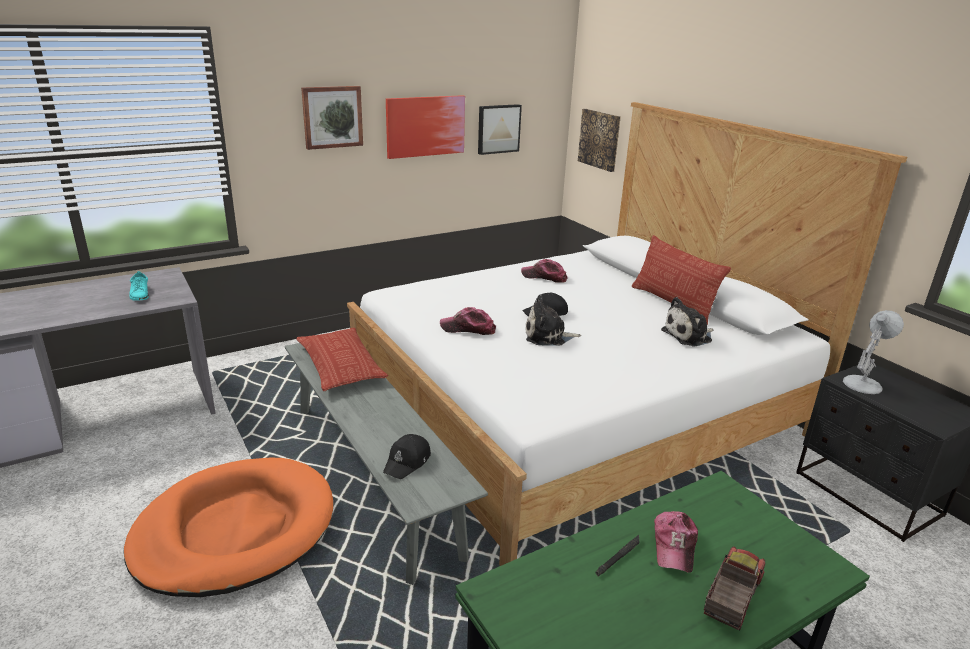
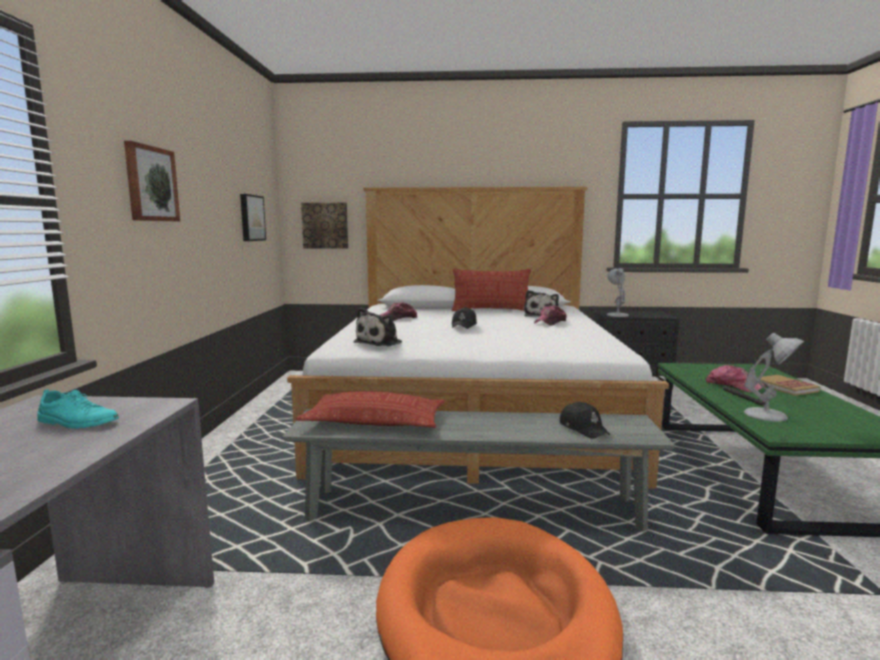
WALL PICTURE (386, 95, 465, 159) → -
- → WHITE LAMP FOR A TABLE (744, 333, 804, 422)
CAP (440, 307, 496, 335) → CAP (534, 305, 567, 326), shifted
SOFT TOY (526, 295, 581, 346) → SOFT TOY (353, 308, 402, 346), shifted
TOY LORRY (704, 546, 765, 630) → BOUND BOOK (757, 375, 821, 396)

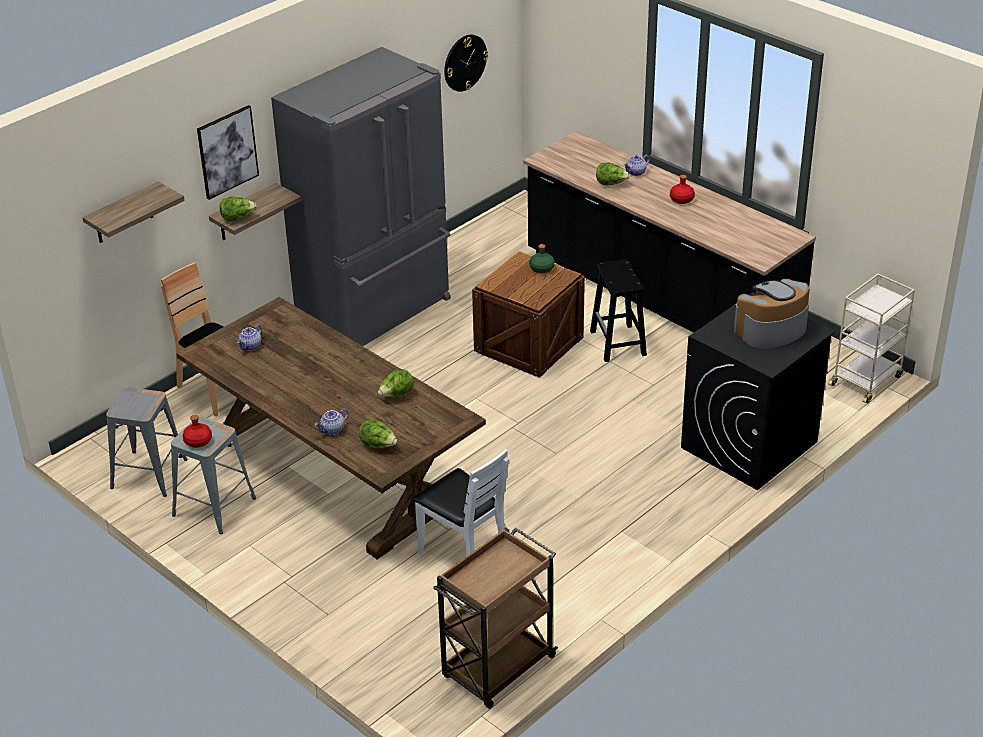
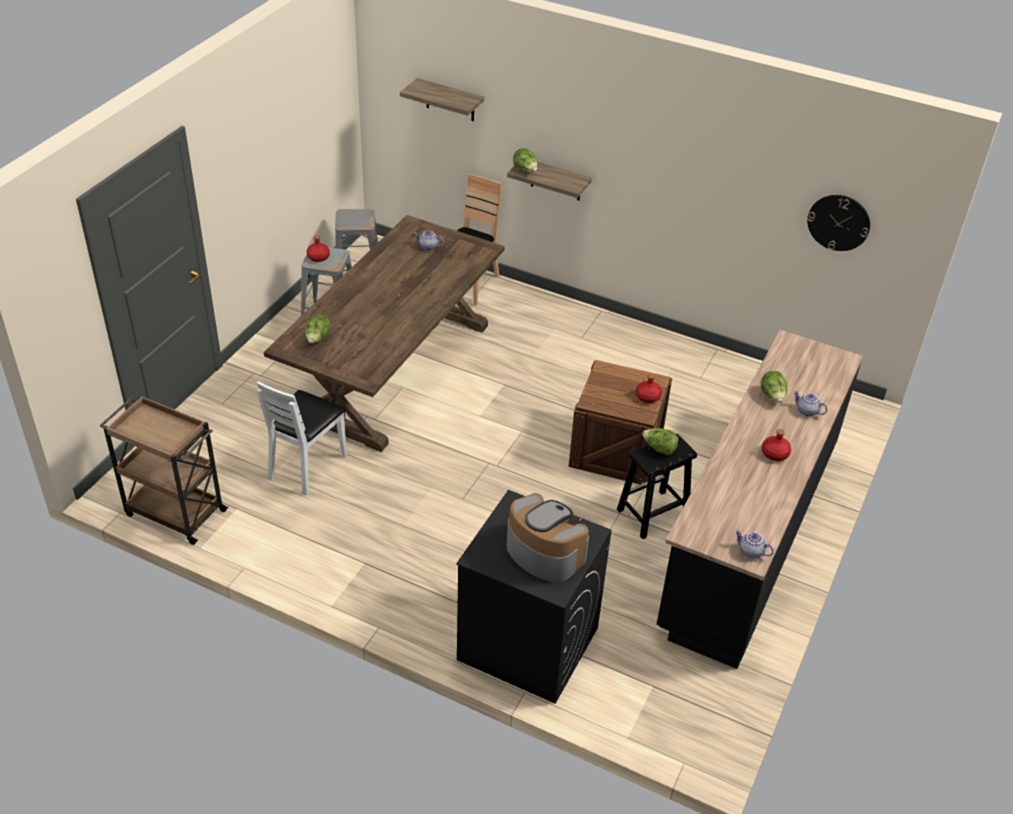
WALL PICTURE (197, 105, 259, 200) → -
GRAY KITCHEN FRIDGE (271, 47, 451, 346) → -
BEIGE TROLLEY (828, 274, 915, 403) → -
TEAPOT (315, 408, 348, 435) → TEAPOT (735, 530, 774, 559), shifted
HEAD OF LETTUCE (378, 369, 414, 397) → HEAD OF LETTUCE (642, 428, 678, 455), shifted
GREENISH BOTTLE (529, 244, 555, 273) → RED-COLOURED BOTTLE (636, 374, 662, 403)

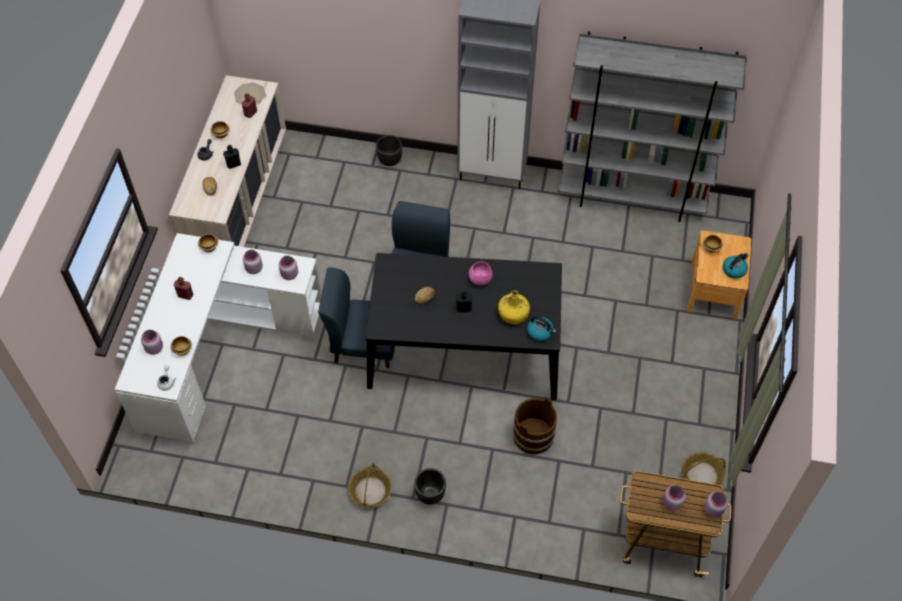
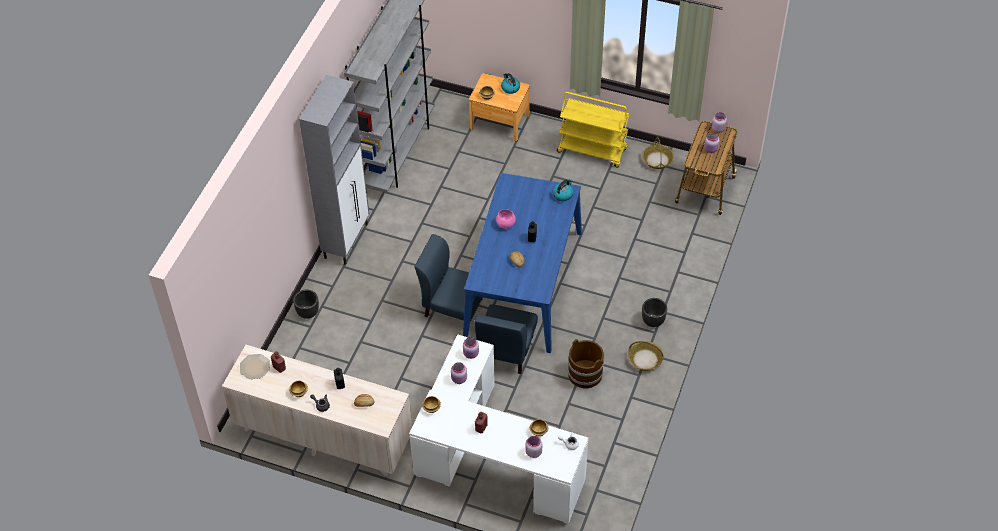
YELLOWISH BOTTLE (498, 290, 530, 324) → -
- → YELLOWISH TROLLEY (557, 92, 629, 167)
BROWNISH BUCKET (513, 398, 557, 454) → BROWNISH BUCKET (568, 339, 604, 388), shifted
BLACK-COLOURED DINNER TABLE (365, 253, 562, 400) → BLUE-COLOURED DINNER TABLE (463, 173, 582, 353)

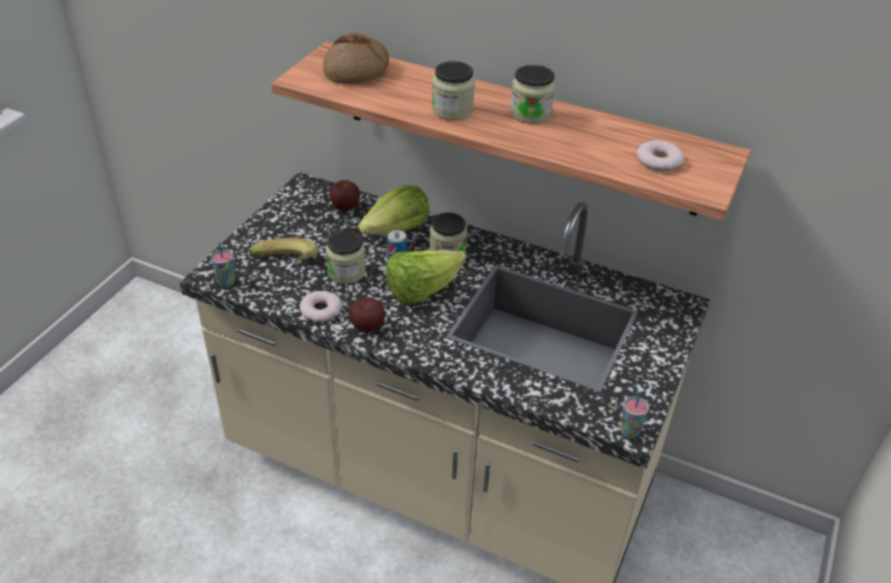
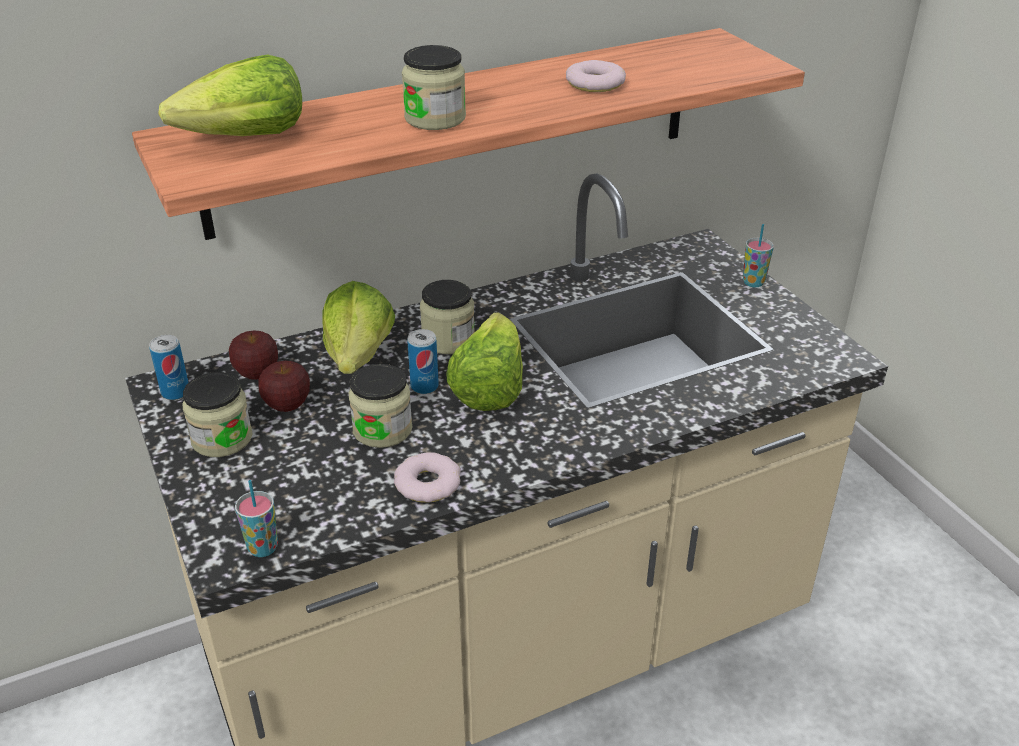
BANANA (248, 238, 318, 262) → -
- → SEALED CAN (149, 335, 189, 400)
APPLE FRUIT (349, 297, 385, 333) → APPLE FRUIT (258, 361, 310, 412), shifted
STORAGE JAR (510, 65, 555, 124) → STORAGE JAR (182, 372, 253, 457), shifted
SMALL CUP (620, 391, 649, 439) → SMALL CUP (743, 224, 774, 287), shifted
DOUGHNUT (637, 140, 685, 171) → DOUGHNUT (566, 60, 626, 92), shifted
BAKERY BREAD (323, 33, 389, 84) → HEAD OF LETTUCE (158, 55, 302, 136)

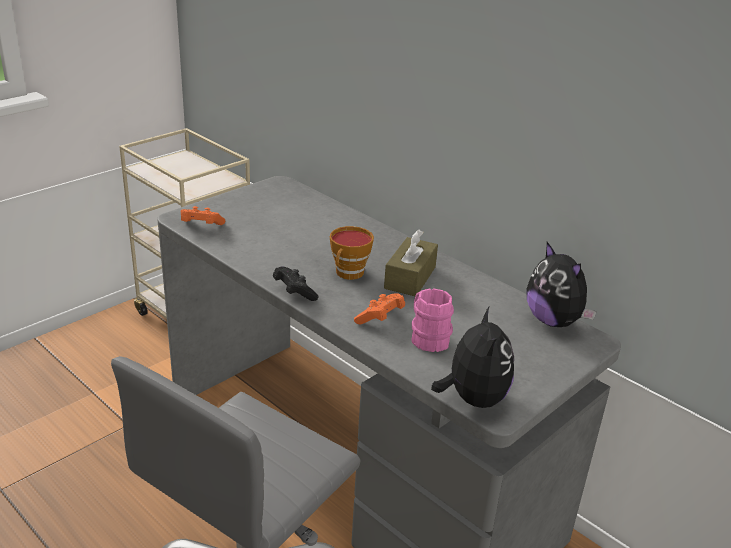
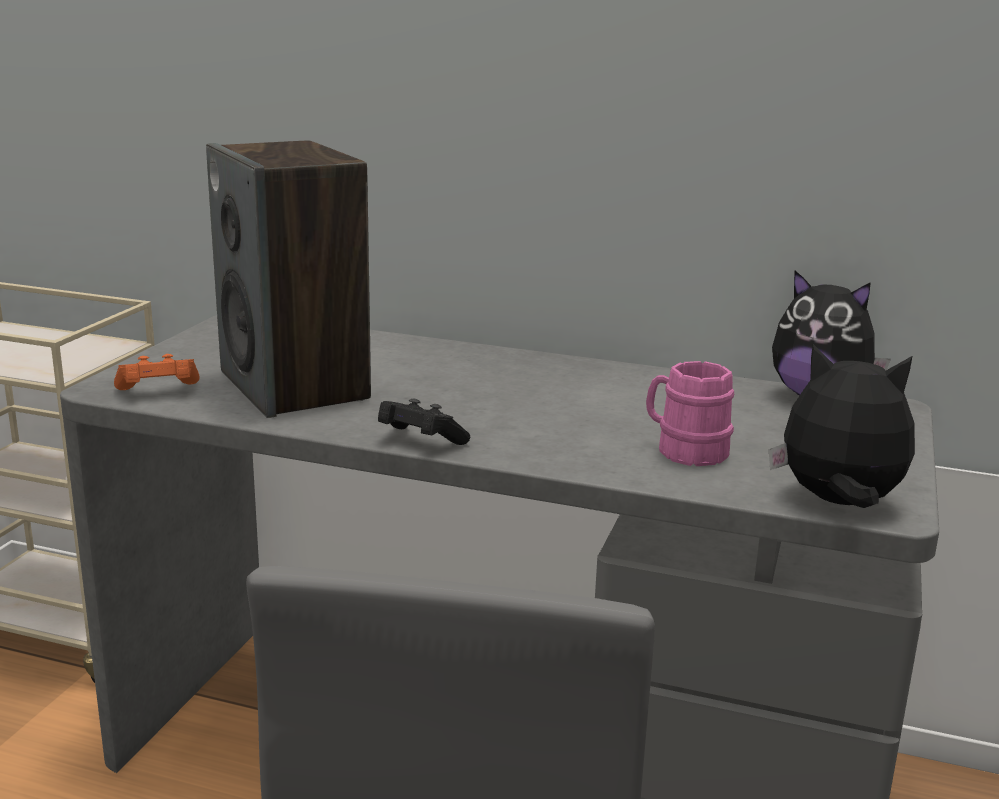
SMALL CUP (330, 226, 374, 280) → -
ORANGEY GAMEPAD (354, 293, 405, 324) → -
BROWNISH BOX OF TISSUES (384, 229, 438, 296) → -
- → LOUDSPEAKER (206, 140, 371, 418)
SOFT TOY (431, 307, 514, 408) → SOFT TOY (769, 344, 915, 508), 45 degrees counterclockwise

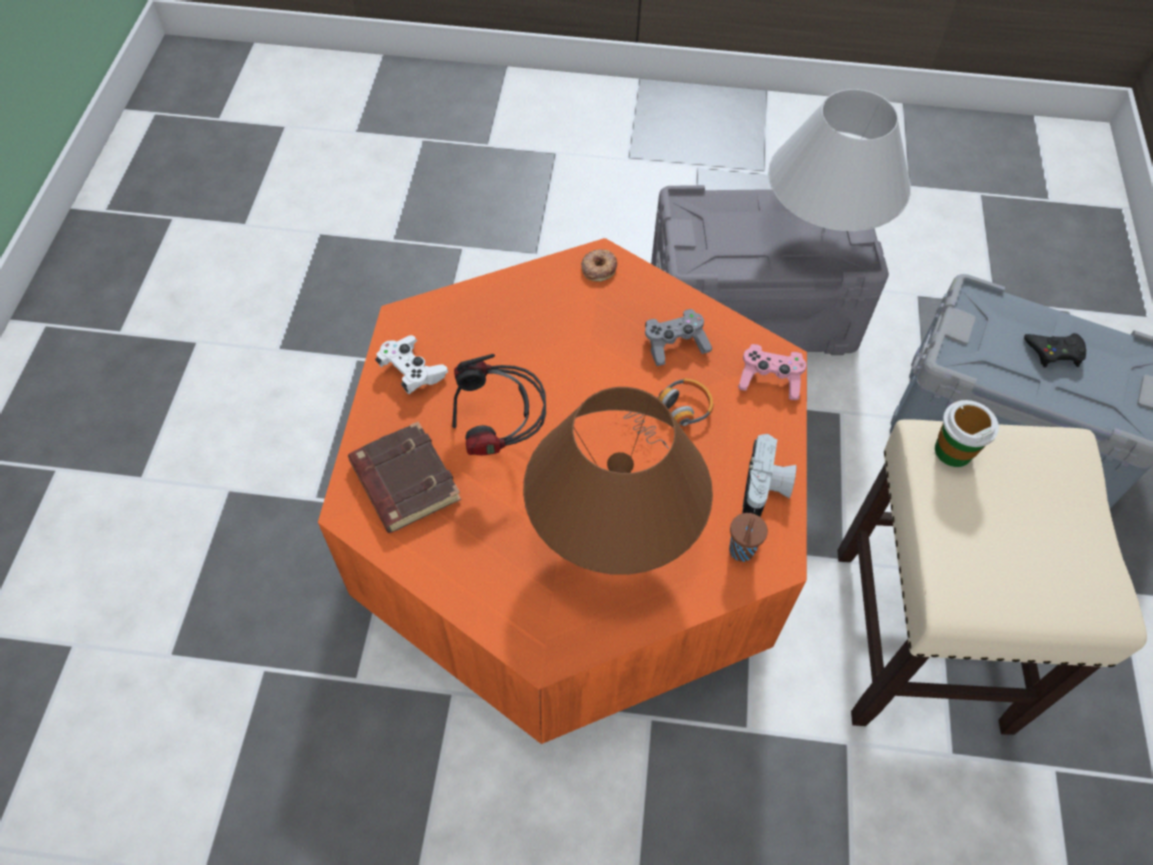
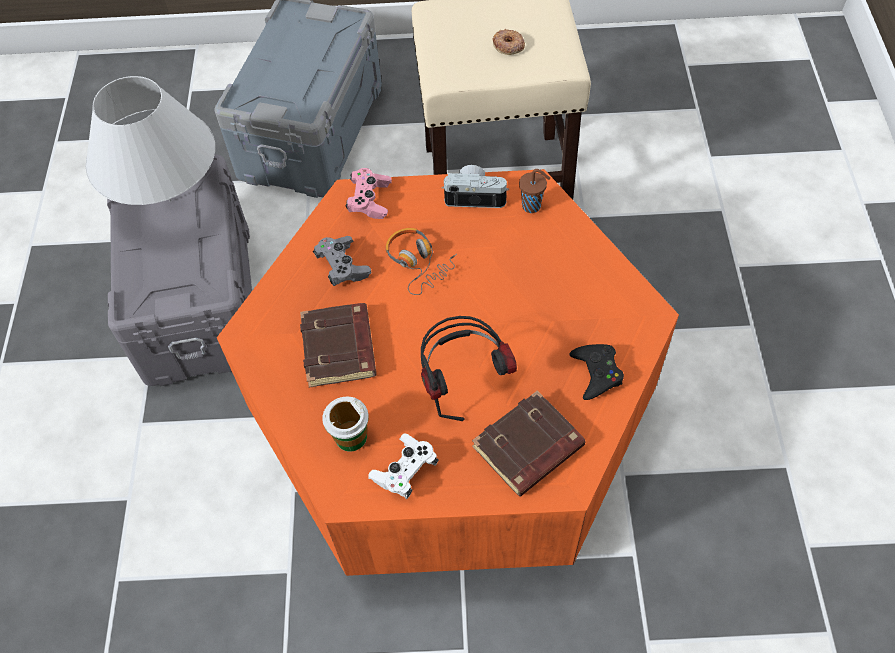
BROWNISH LAMP FOR A TABLE (523, 387, 713, 575) → -
- → BROWNISH BOUND BOOK (300, 303, 377, 388)
DOUGHNUT (581, 249, 617, 282) → DOUGHNUT (493, 29, 525, 55), shifted
SMALL CUP (935, 400, 999, 467) → SMALL CUP (322, 397, 369, 452), shifted
BLACK-COLOURED GAMEPAD (1024, 333, 1086, 368) → BLACK-COLOURED GAMEPAD (569, 344, 624, 400), shifted

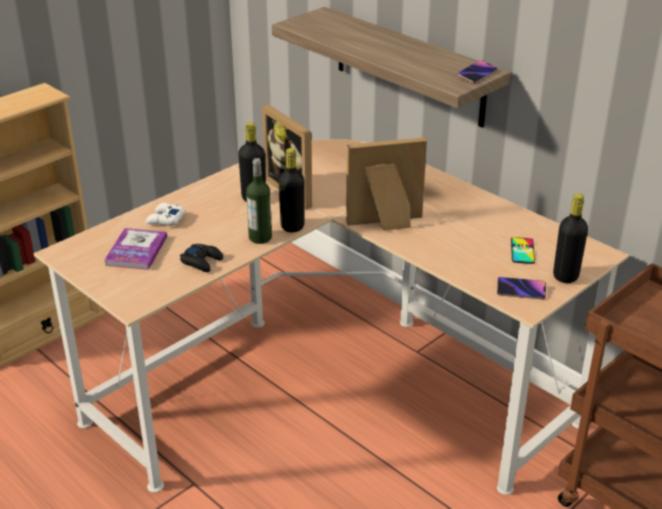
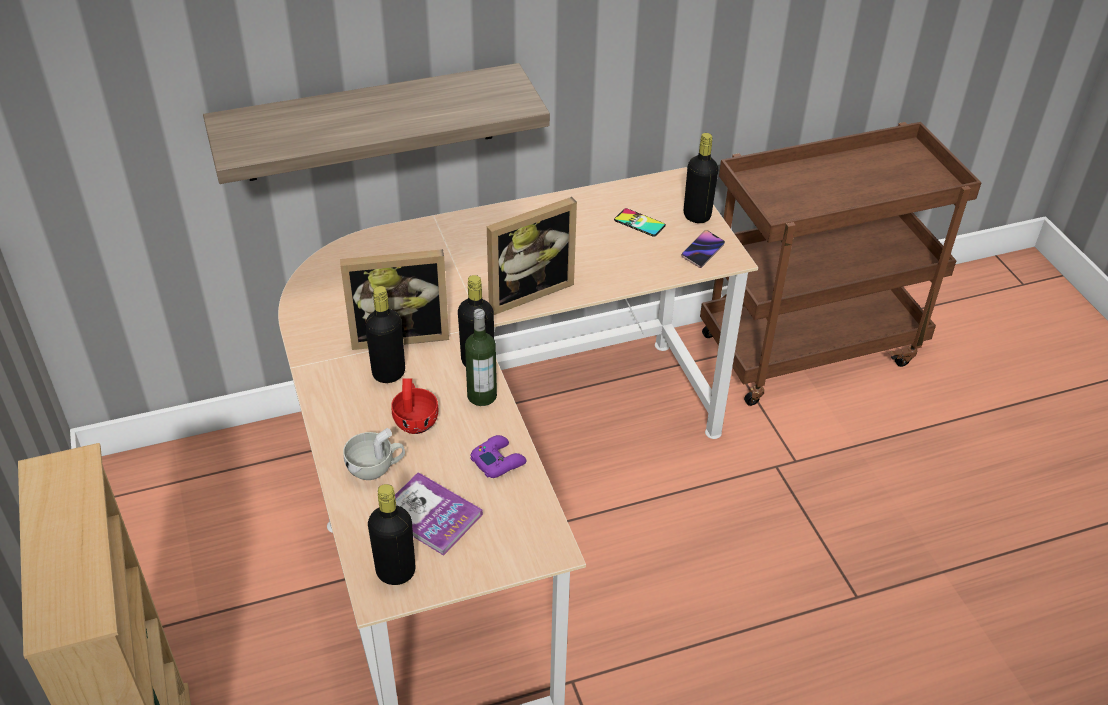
TELEPHONE (458, 60, 498, 84) → -
- → BLACK-COLOURED BOTTLE (368, 484, 415, 585)
- → RED-COLOURED SMALL CUP (391, 378, 439, 434)
WHITE GAMEPAD (146, 203, 185, 226) → WHITE SMALL CUP (343, 428, 405, 480)
BLACK-COLOURED GAMEPAD (180, 244, 223, 272) → PURPLE-COLOURED GAMEPAD (470, 435, 527, 478)
PHOTO FRAME (346, 137, 427, 231) → PHOTO FRAME (487, 197, 577, 315), 135 degrees counterclockwise

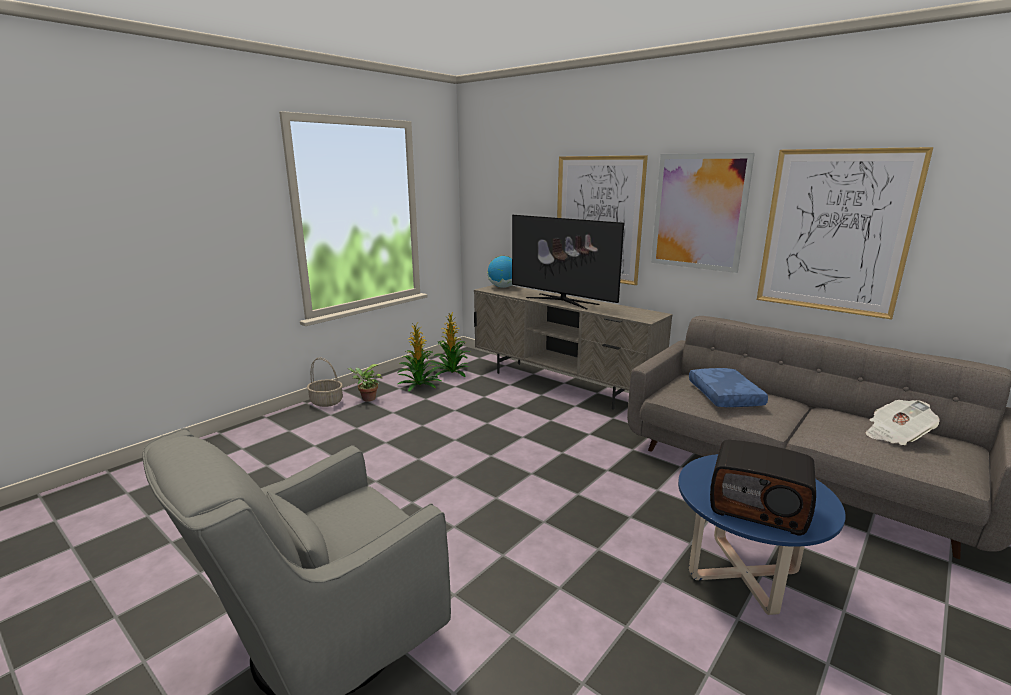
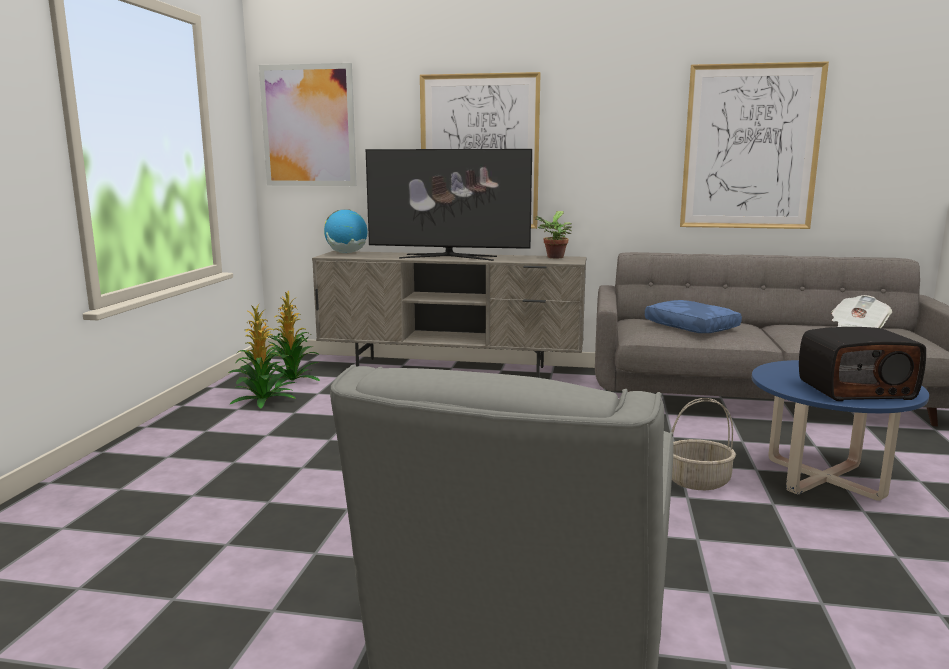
BASKET (307, 357, 343, 407) → BASKET (671, 398, 736, 490), shifted
POTTED PLANT (348, 364, 382, 402) → POTTED PLANT (534, 211, 572, 259), shifted
WALL PICTURE (651, 153, 755, 273) → WALL PICTURE (259, 63, 357, 186), shifted

